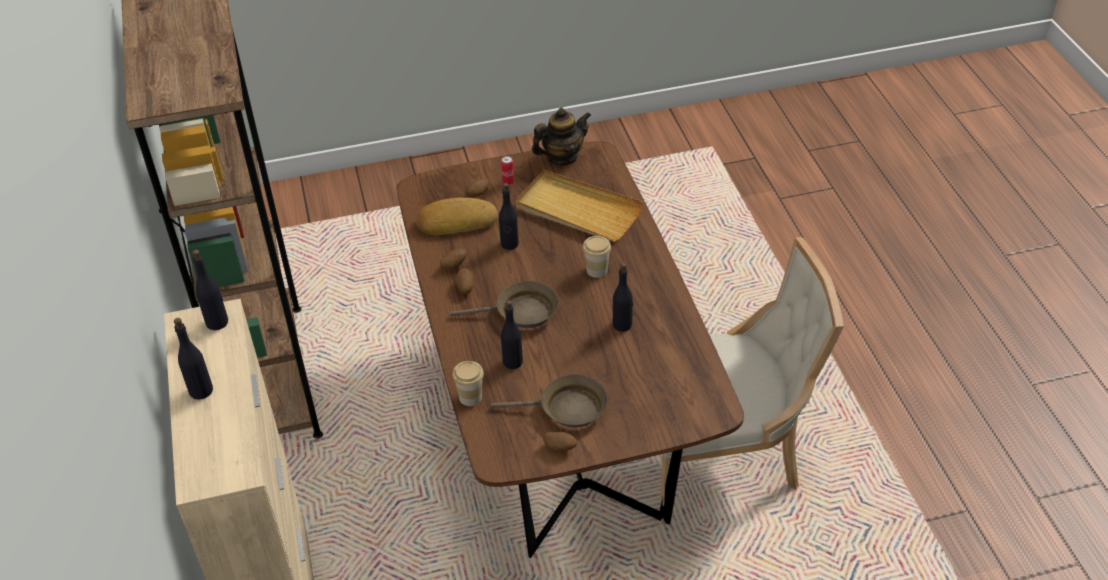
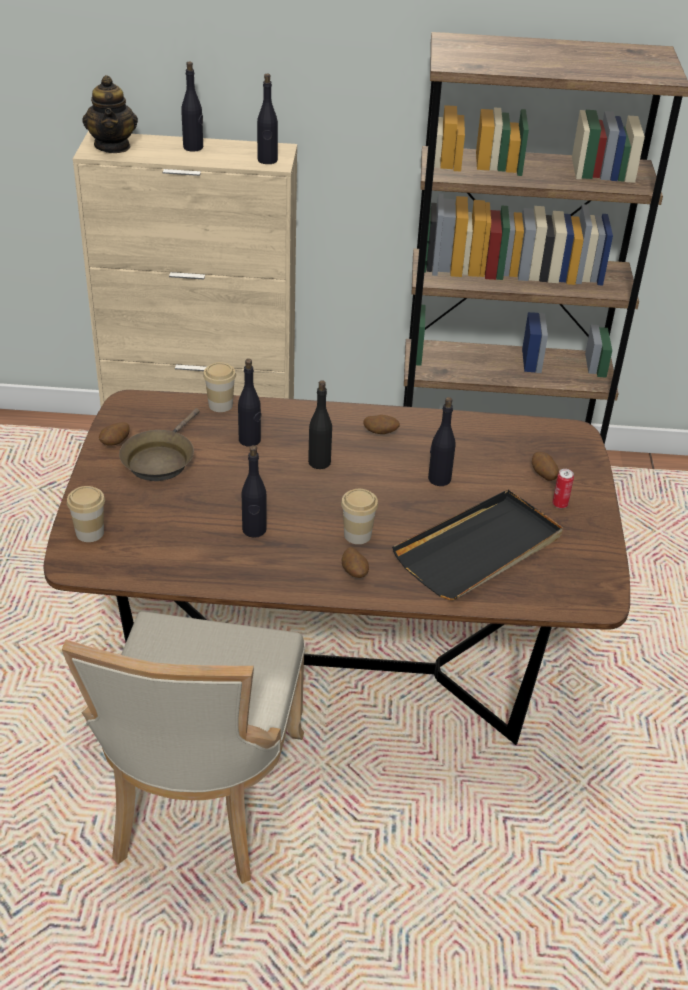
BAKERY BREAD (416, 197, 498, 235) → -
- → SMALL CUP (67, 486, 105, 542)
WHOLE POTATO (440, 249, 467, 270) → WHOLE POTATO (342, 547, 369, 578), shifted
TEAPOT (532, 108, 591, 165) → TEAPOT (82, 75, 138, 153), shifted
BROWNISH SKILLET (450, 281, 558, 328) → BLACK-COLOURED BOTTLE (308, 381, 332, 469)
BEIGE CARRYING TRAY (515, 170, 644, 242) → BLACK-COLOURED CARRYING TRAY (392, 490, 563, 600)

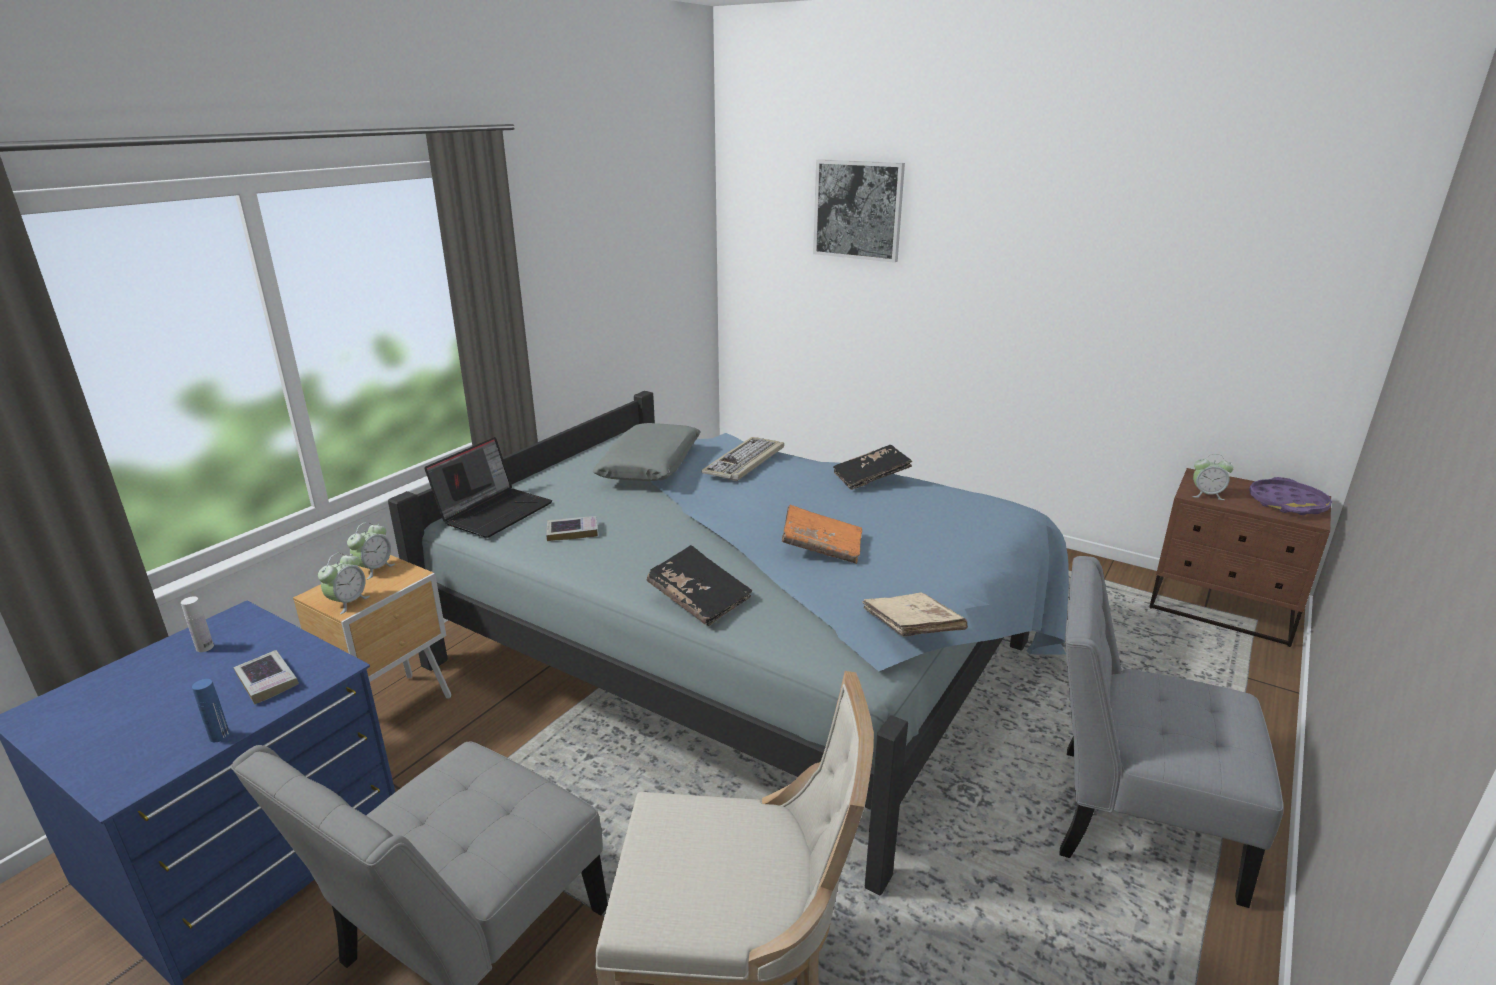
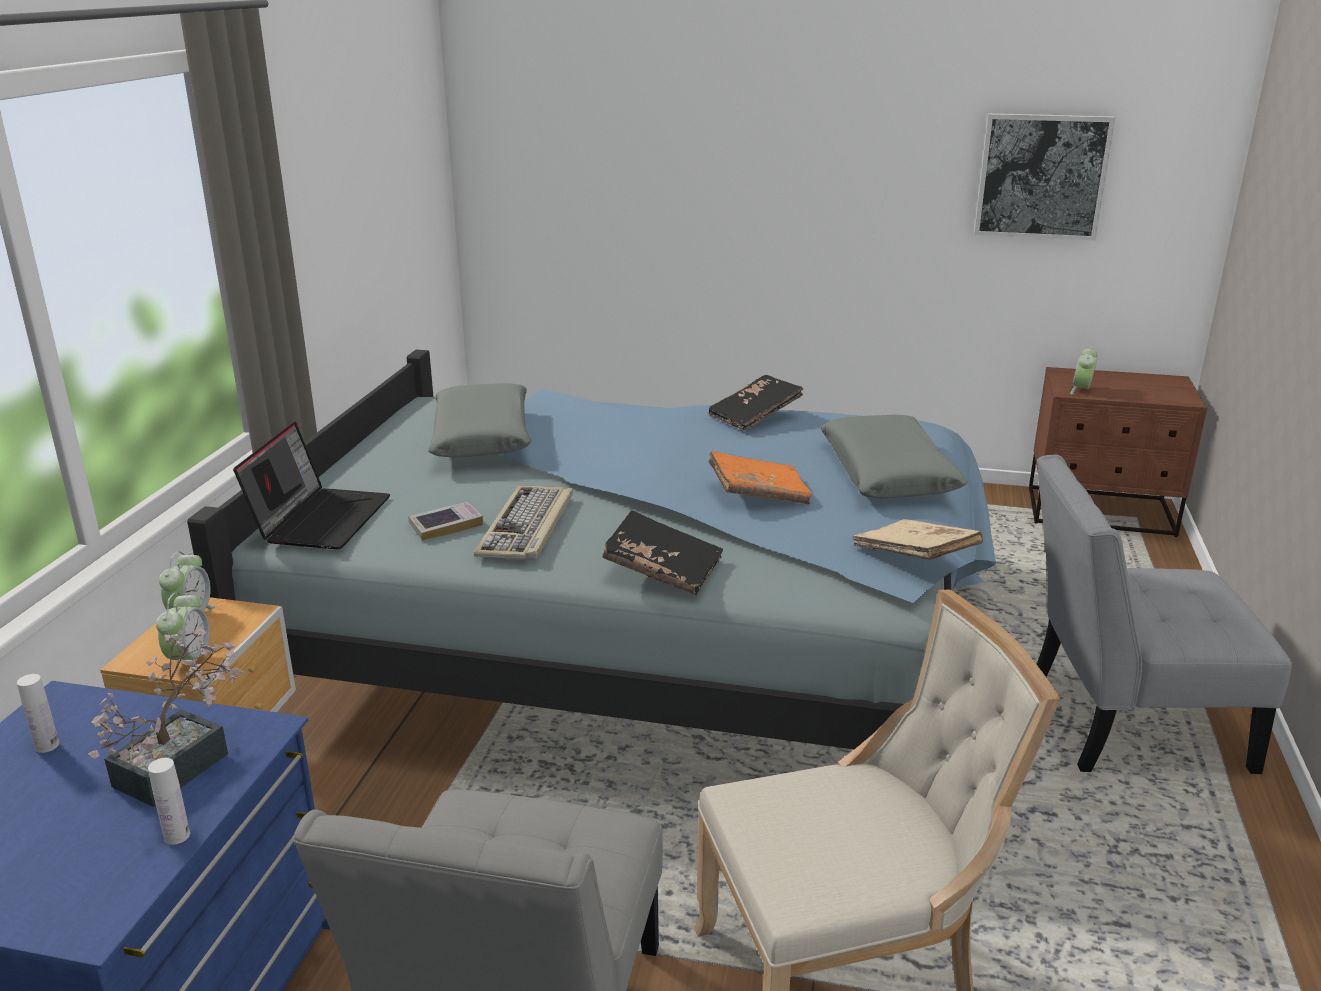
PURPLE-COLOURED CARRYING TRAY (1249, 477, 1332, 515) → -
- → GRAY PILLOW (821, 415, 968, 498)
KEYBOARD (701, 437, 784, 481) → KEYBOARD (474, 486, 573, 561), shifted
WALL PICTURE (813, 159, 905, 263) → WALL PICTURE (974, 113, 1115, 240), shifted
BOUND BOOK (233, 650, 299, 704) → POTTED PLANT (88, 629, 243, 807)
BLUE-COLOURED BOTTLE (192, 679, 230, 742) → WHITE BOTTLE (148, 758, 190, 845)
ALARM CLOCK (1192, 454, 1234, 500) → ALARM CLOCK (1070, 346, 1098, 394), 120 degrees clockwise

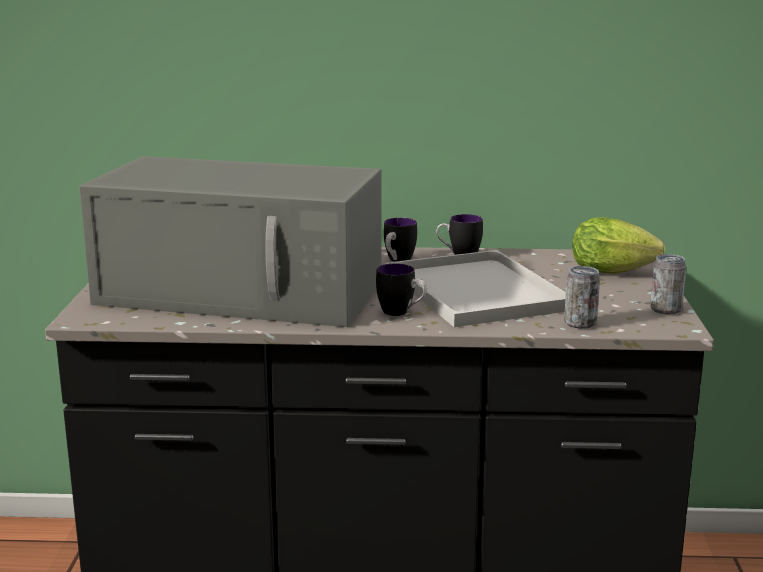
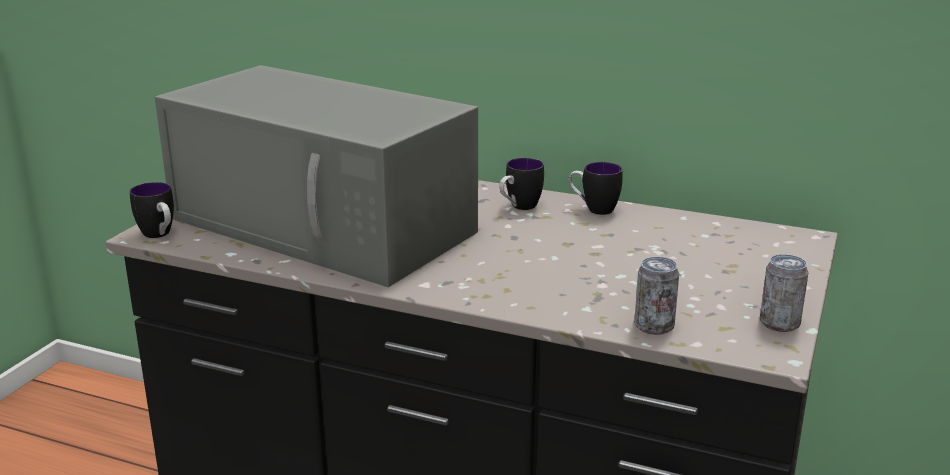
WHITE CARRYING TRAY (390, 250, 566, 327) → -
HEAD OF LETTUCE (573, 217, 665, 274) → -
COFFEE MUG (376, 264, 427, 316) → COFFEE MUG (130, 182, 174, 238), shifted

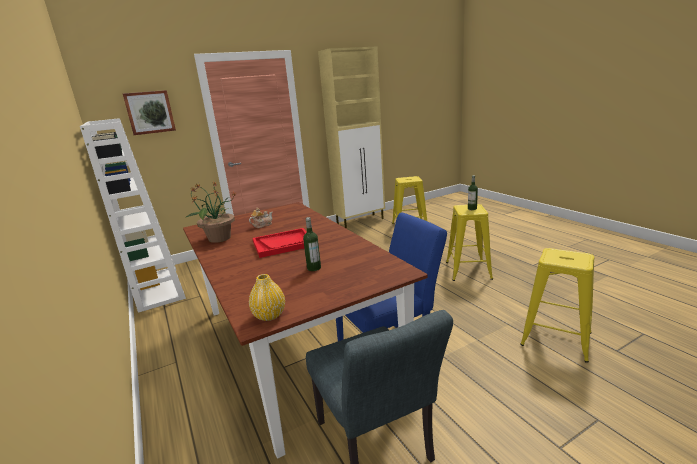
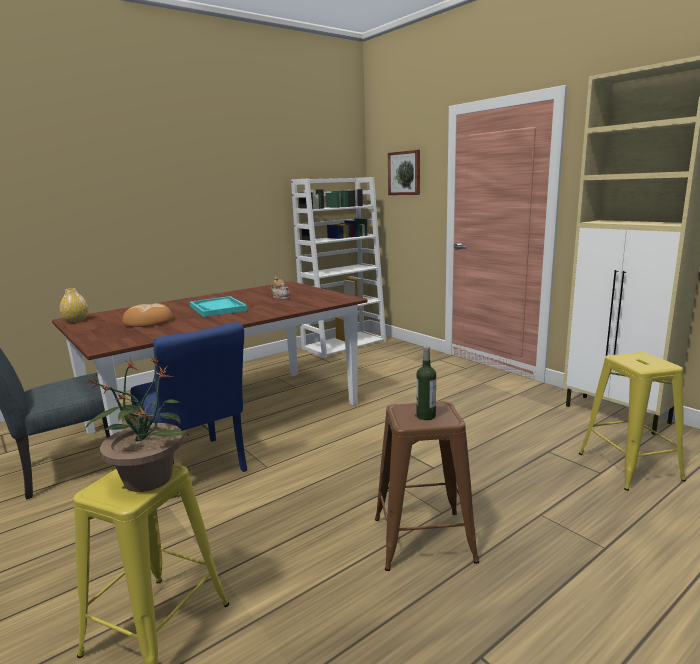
POTTED PLANT (185, 182, 237, 243) → POTTED PLANT (85, 356, 188, 492), shifted
BOTTLE (303, 217, 321, 271) → BAKERY BREAD (122, 303, 173, 327)
RED-COLOURED CARRYING TRAY (253, 228, 307, 258) → BLUE-GREEN CARRYING TRAY (190, 296, 248, 317)
YELLOWISH SITTING STOOL (446, 204, 493, 281) → BROWNISH SITTING STOOL (375, 401, 479, 571)

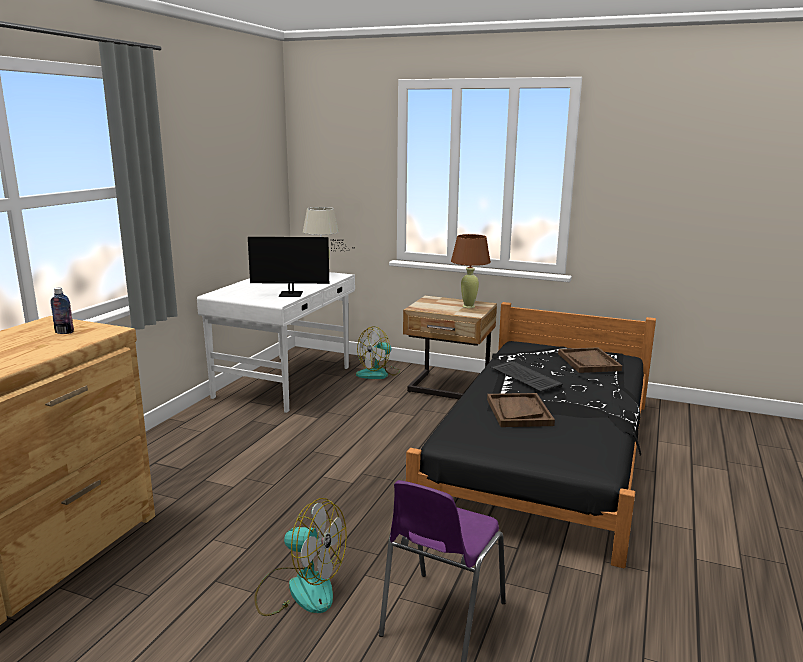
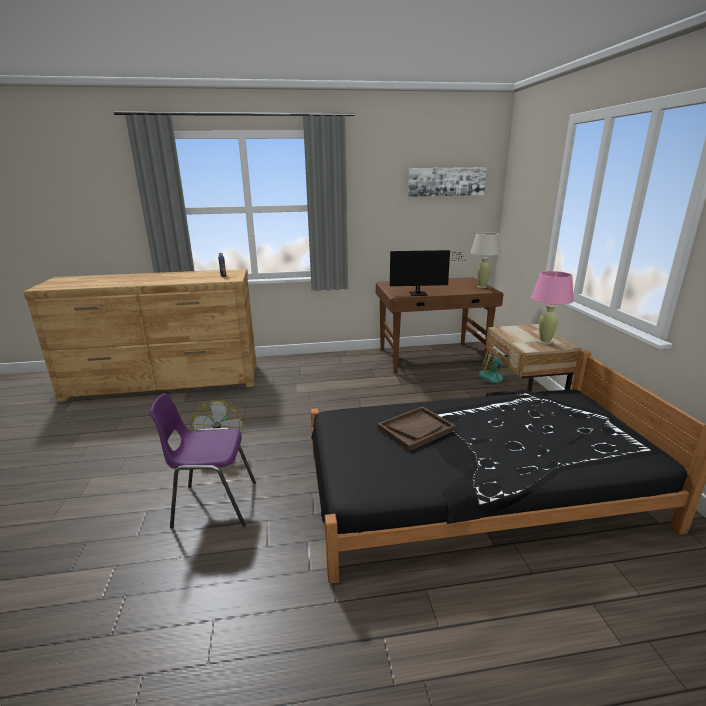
KEYBOARD (491, 360, 563, 392) → -
BROWNISH CARRYING TRAY (558, 347, 622, 373) → -
- → WALL PICTURE (408, 167, 487, 197)
WHITE DESK (197, 272, 355, 413) → BROWNISH DESK (376, 277, 503, 374)
BROWNISH LAMP FOR A TABLE (451, 234, 491, 308) → PINKISH LAMP FOR A TABLE (531, 271, 574, 344)
MONITOR (248, 237, 352, 297) → MONITOR (390, 250, 466, 296), 60 degrees counterclockwise

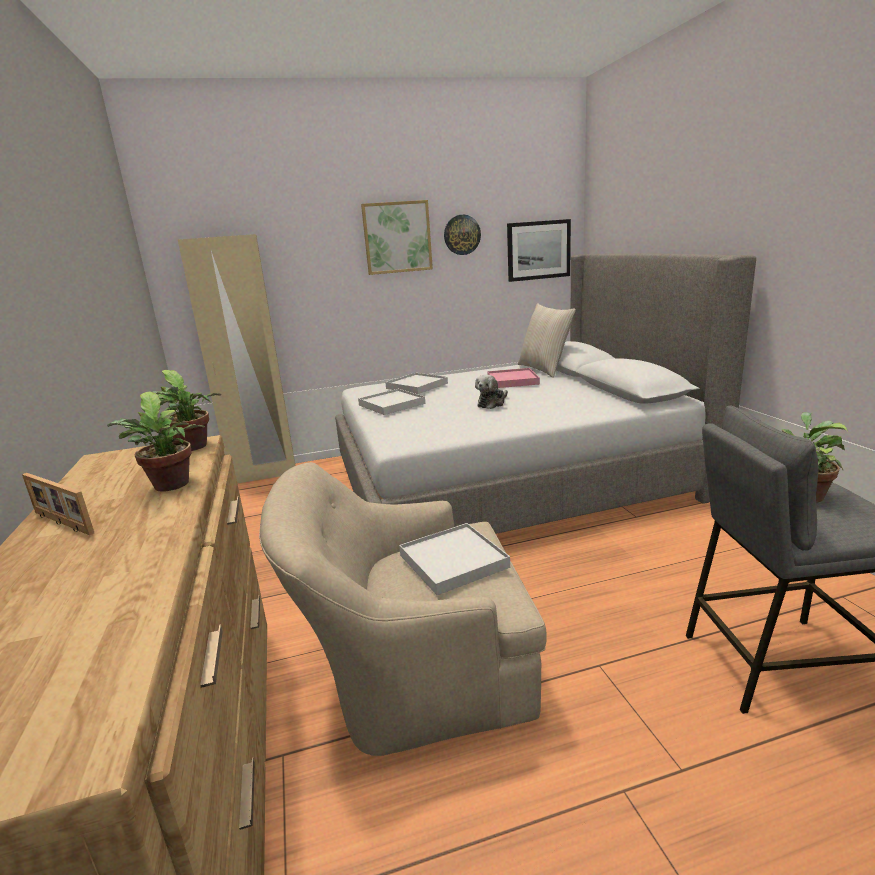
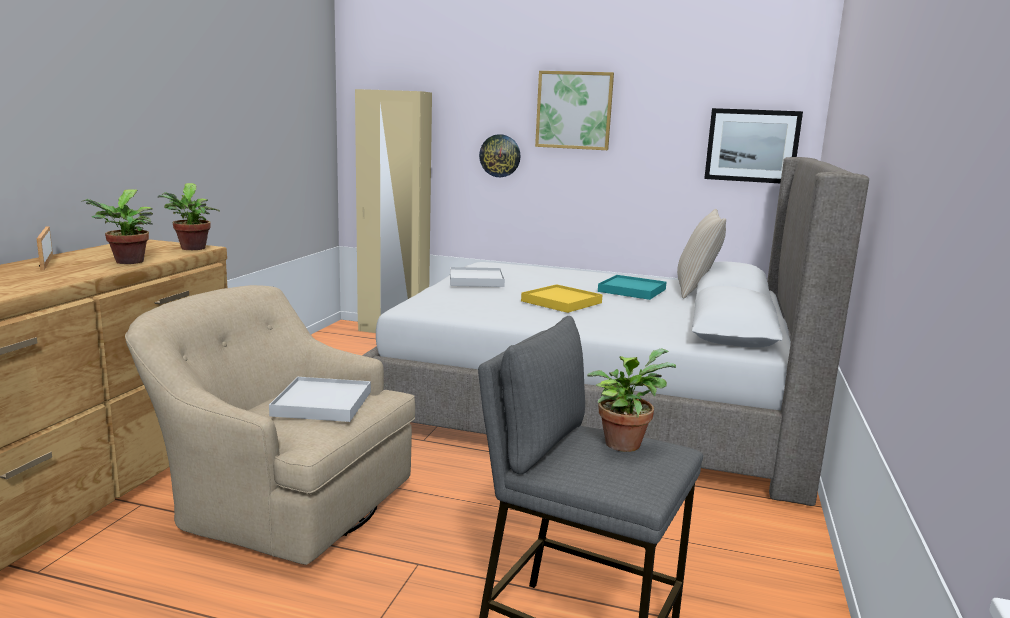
WHITE CARRYING TRAY (385, 373, 448, 394) → -
WALL CLOCK (444, 215, 481, 255) → WALL CLOCK (479, 134, 520, 177), shifted
SOFT TOY (475, 374, 508, 409) → YELLOWISH CARRYING TRAY (521, 284, 603, 313)
PINKISH CARRYING TRAY (487, 368, 540, 388) → BLUE-GREEN CARRYING TRAY (598, 275, 666, 300)

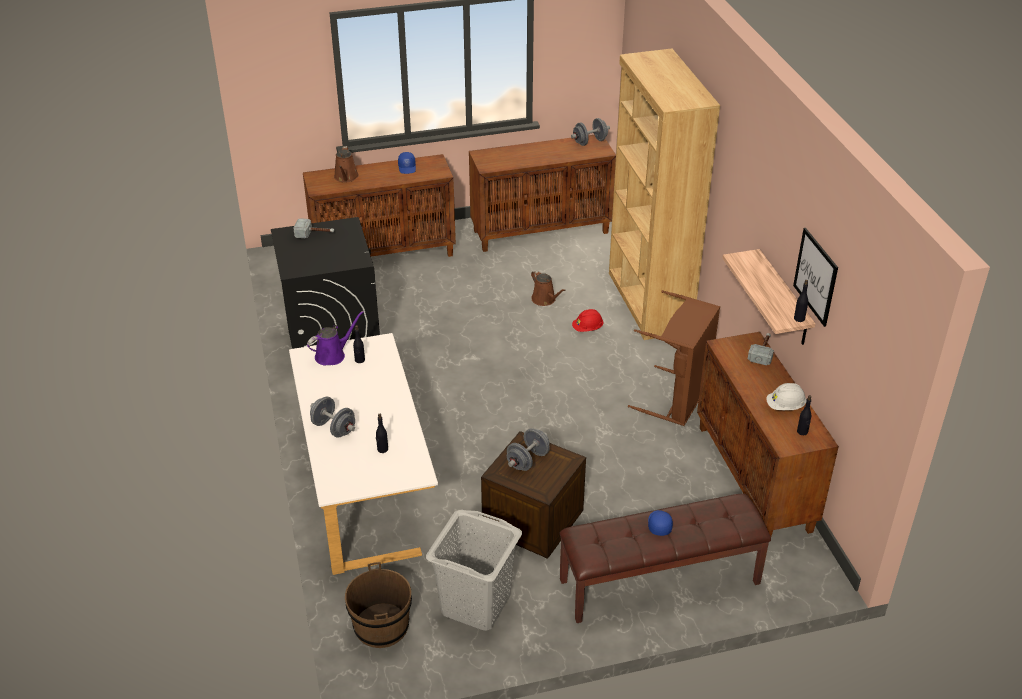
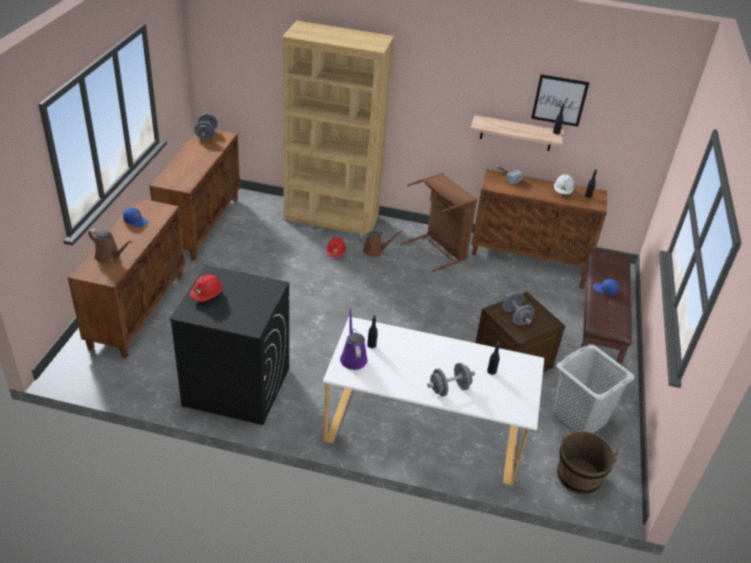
BROWNISH SPRINKLING CAN (531, 270, 566, 306) → BROWNISH SPRINKLING CAN (359, 230, 403, 257), shifted
TOOL HAMMER (293, 218, 334, 238) → RED-COLOURED SAFETY HELMET (190, 274, 222, 302)

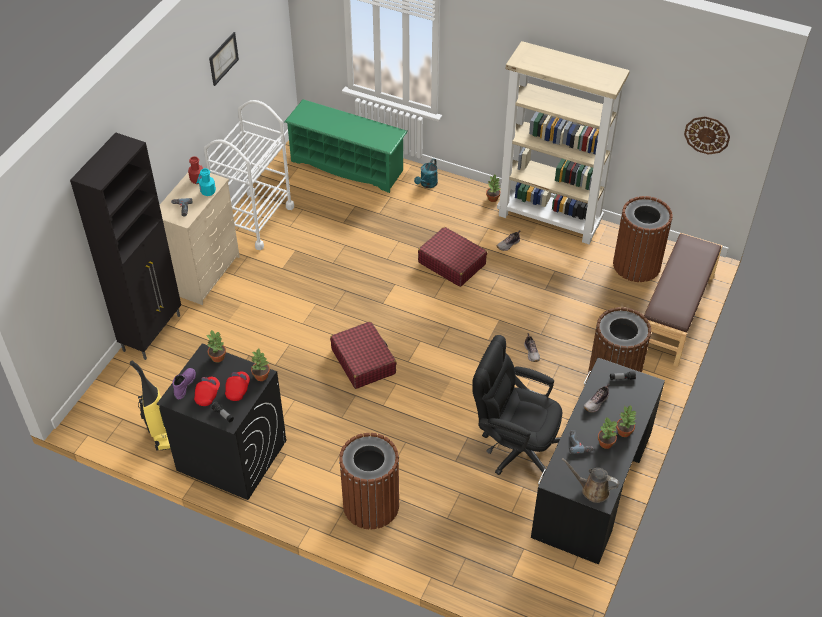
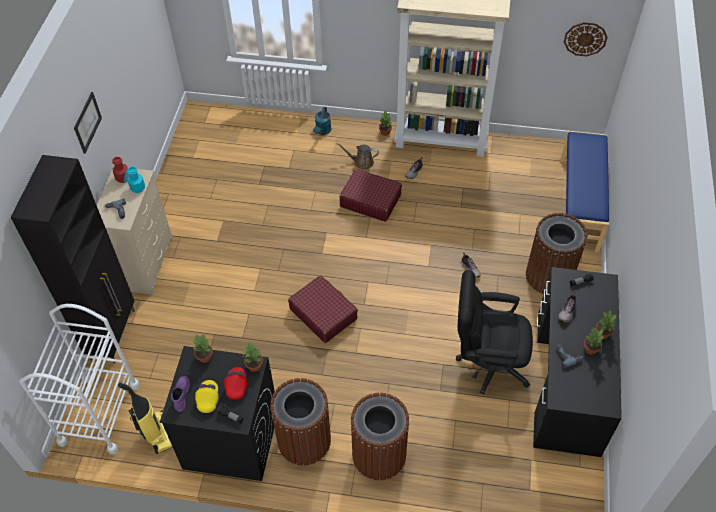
GREENISH SHOE RACK (284, 99, 408, 193) → -
WHITE TROLLEY (204, 100, 294, 250) → WHITE TROLLEY (19, 304, 140, 454), shifted
WALL PICTURE (209, 32, 239, 86) → WALL PICTURE (74, 92, 102, 154), shifted
BROWNISH SPRINKLING CAN (561, 458, 619, 503) → BROWNISH SPRINKLING CAN (337, 143, 379, 170), shifted
BROWNISH TRASH CAN (613, 196, 673, 282) → BROWNISH TRASH CAN (270, 378, 331, 465), shifted
RED-COLOURED CAP (194, 377, 220, 406) → YELLOWISH CAP (195, 380, 219, 413)
BROWNISH LONG SEAT (644, 233, 722, 367) → BLUE-COLOURED LONG SEAT (560, 131, 609, 252)

